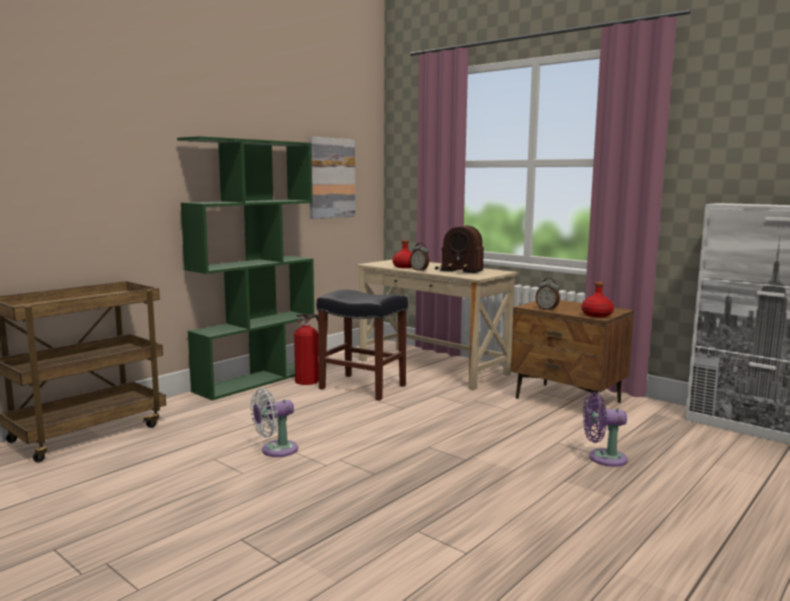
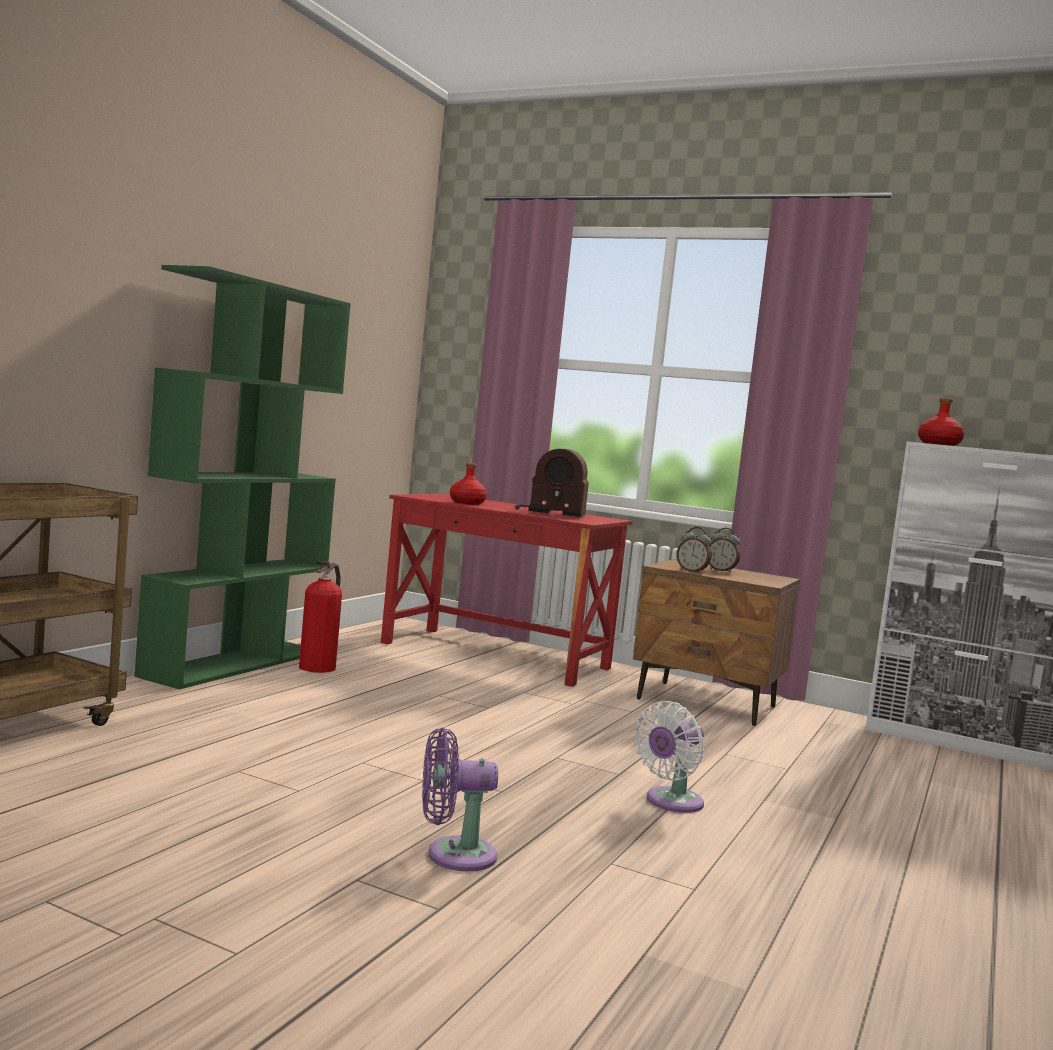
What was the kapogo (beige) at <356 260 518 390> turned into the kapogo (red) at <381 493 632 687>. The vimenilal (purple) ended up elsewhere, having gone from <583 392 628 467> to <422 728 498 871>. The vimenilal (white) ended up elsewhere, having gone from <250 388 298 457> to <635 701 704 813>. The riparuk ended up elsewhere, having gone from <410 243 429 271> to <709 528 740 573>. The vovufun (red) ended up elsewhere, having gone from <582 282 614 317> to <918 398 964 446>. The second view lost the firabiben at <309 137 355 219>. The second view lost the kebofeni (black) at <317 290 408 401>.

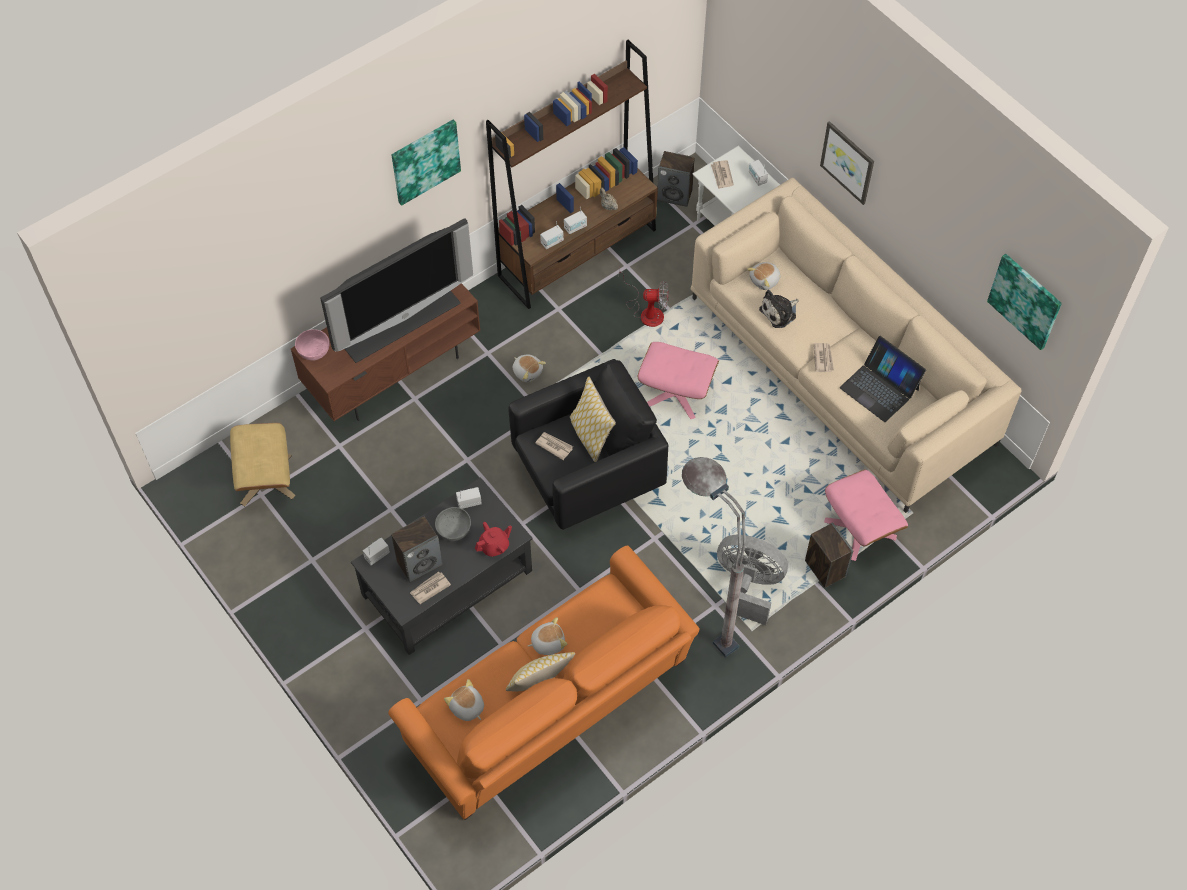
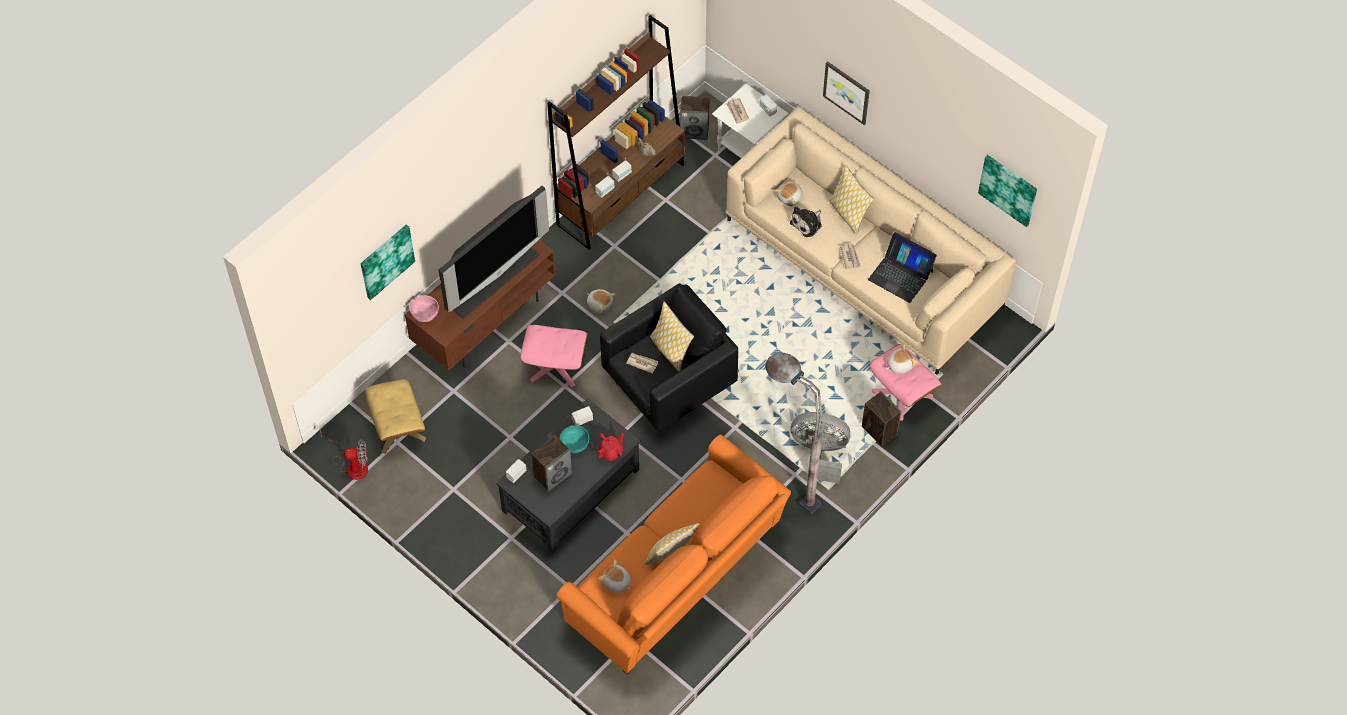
The vimenilal ended up elsewhere, having gone from <619 271 669 327> to <320 429 368 480>. The firabiben ended up elsewhere, having gone from <391 120 461 206> to <360 224 415 300>. The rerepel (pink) ended up elsewhere, having gone from <638 342 719 419> to <520 325 588 388>. What was the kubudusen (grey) at <435 507 471 541> turned into the kubudusen (turquoise) at <559 425 589 453>. The second view gained the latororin at <829 165 874 234>. The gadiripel ended up elsewhere, having gone from <528 617 567 655> to <886 344 917 374>. The second view lost the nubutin at <410 572 451 604>.

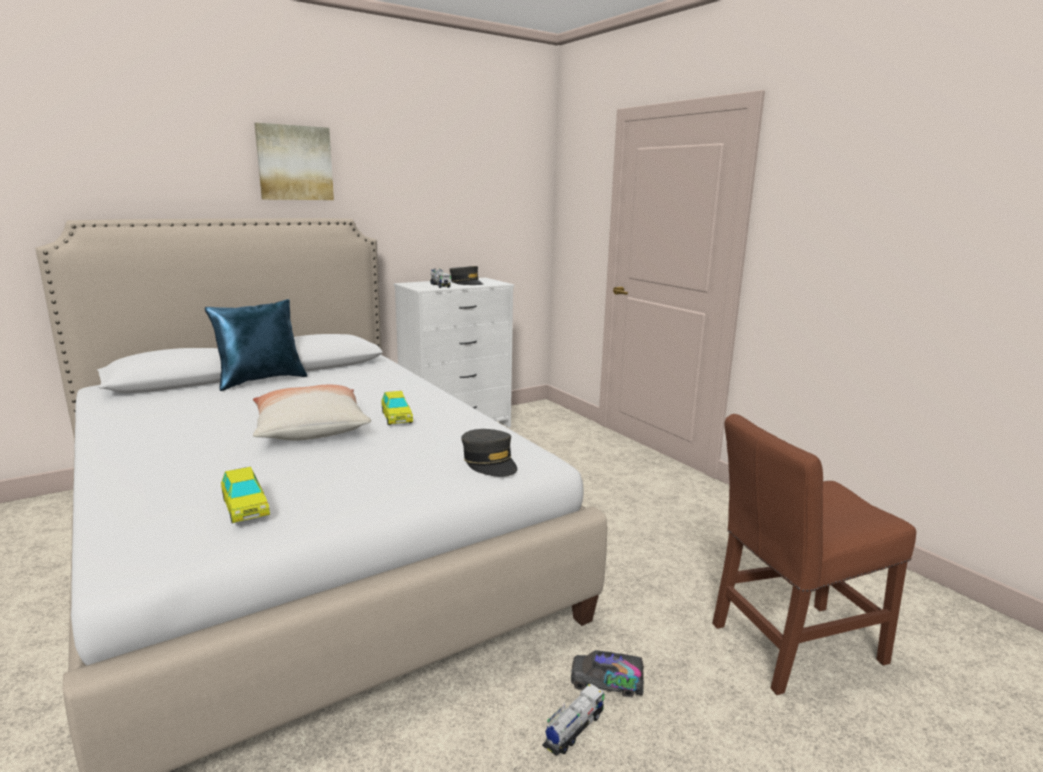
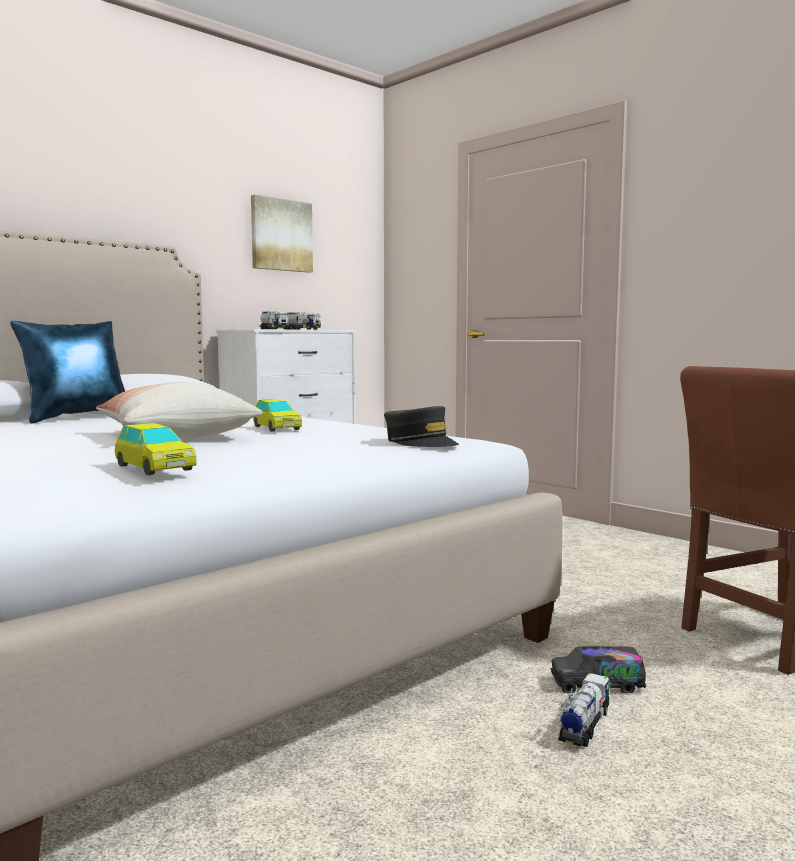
The firabiben ended up elsewhere, having gone from <254 123 334 200> to <251 195 313 273>. Where the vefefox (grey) stood at <449 266 483 285>, the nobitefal came to stand at <286 312 321 330>.

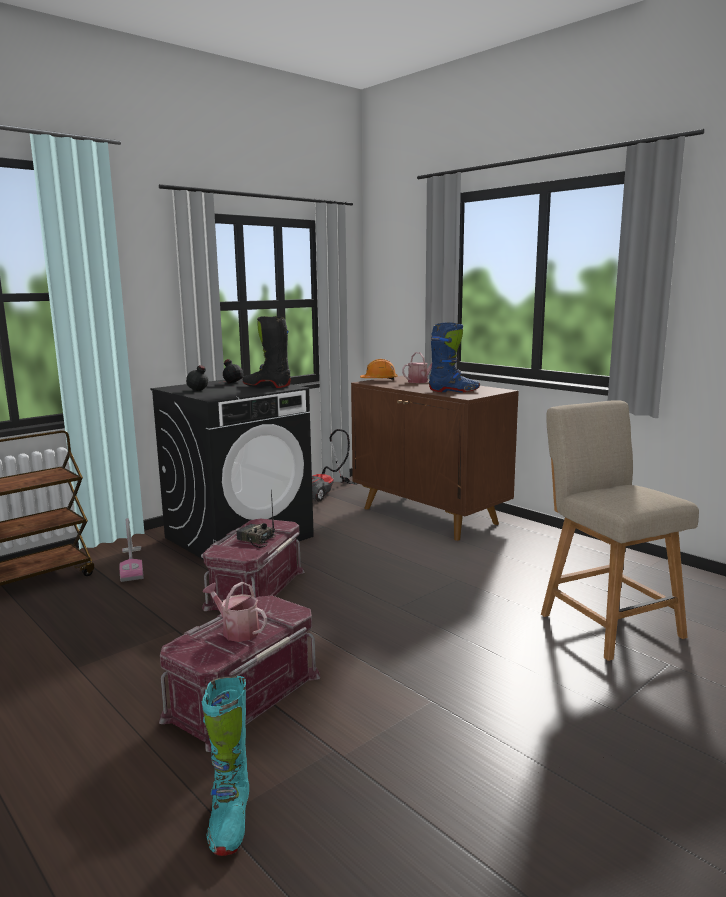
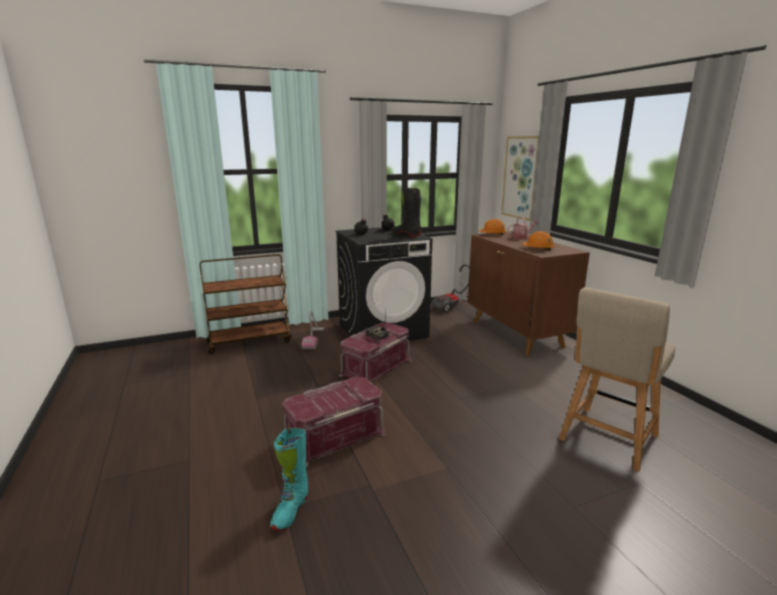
The second view gained the firabiben at <501 136 539 221>. Where the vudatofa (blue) stood at <429 322 480 392>, the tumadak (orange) came to stand at <522 231 555 250>. The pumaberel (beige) at <541 400 699 661> ended up facing another way, 135 degrees counterclockwise from before. The second view lost the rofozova at <203 582 267 642>.

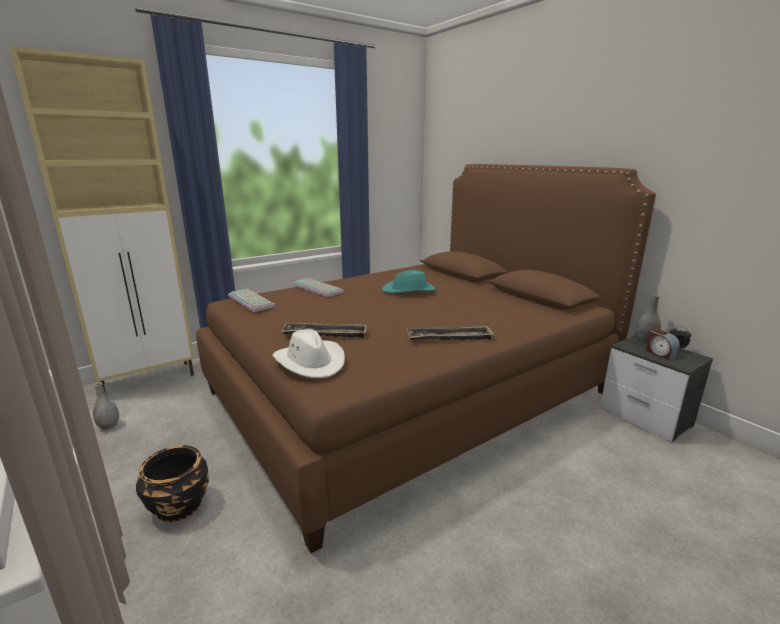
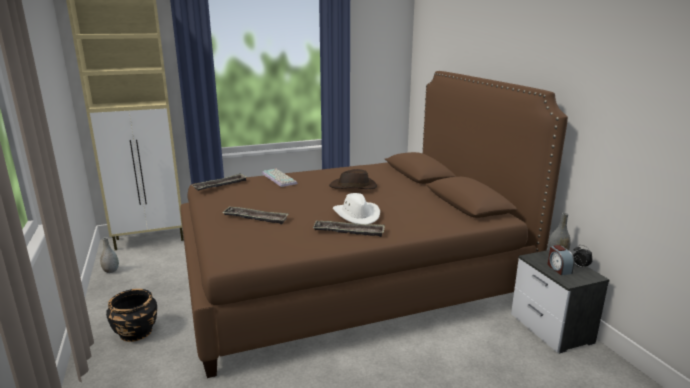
Where the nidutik stood at <228 289 276 312>, the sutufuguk came to stand at <192 173 247 191>. What was the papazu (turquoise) at <382 270 436 293> turned into the papazu (brown) at <329 169 377 189>. The papazu (white) ended up elsewhere, having gone from <273 329 345 378> to <333 193 380 224>.

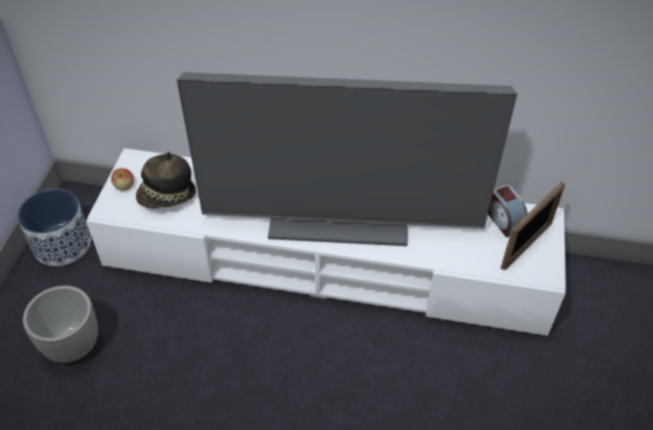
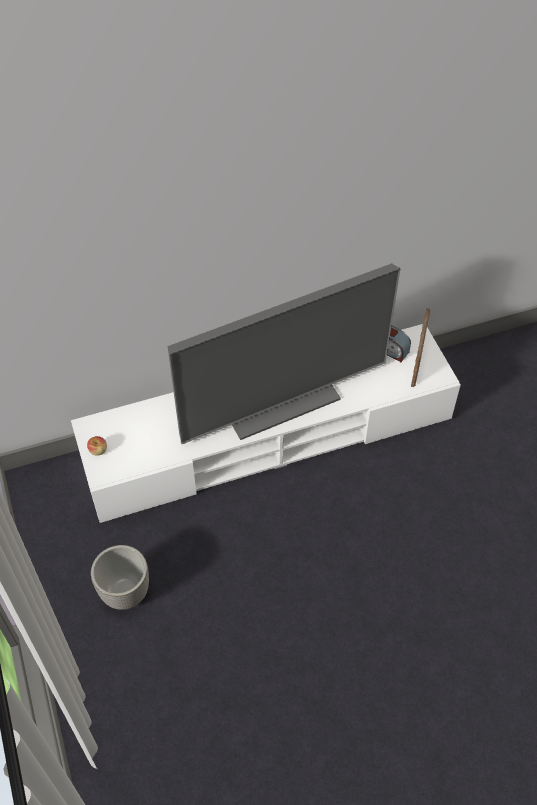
The second view lost the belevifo at <17 189 91 266>. The second view lost the papazu at <136 152 196 209>.

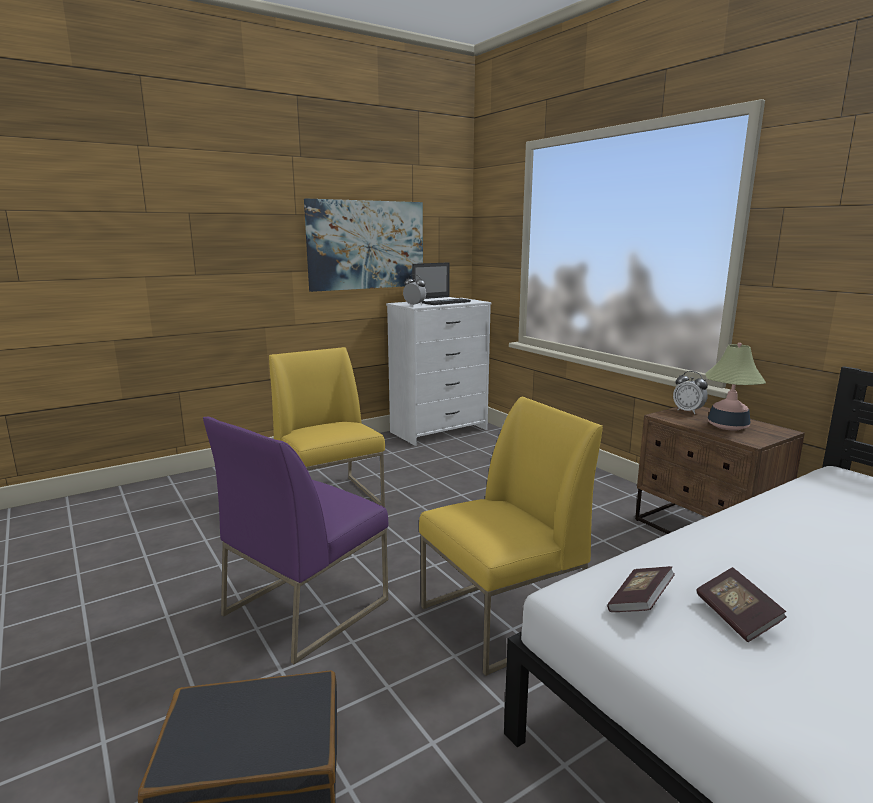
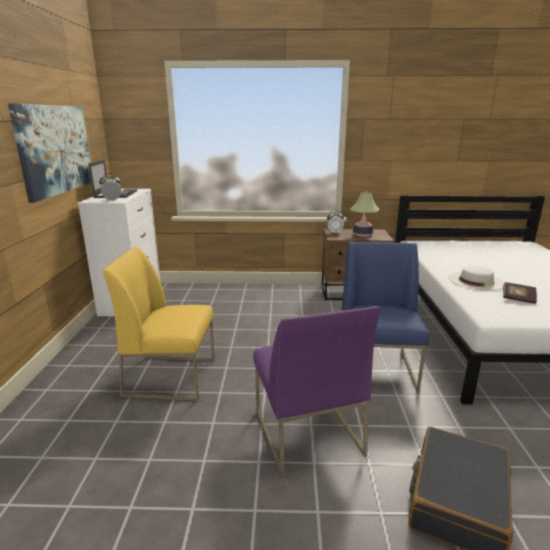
What was the pumaberel (yellow) at <419 397 603 676> turned into the pumaberel (blue) at <342 242 429 393>. The second view gained the papazu (white) at <449 265 504 291>. The second view lost the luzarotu at <607 566 675 612>.

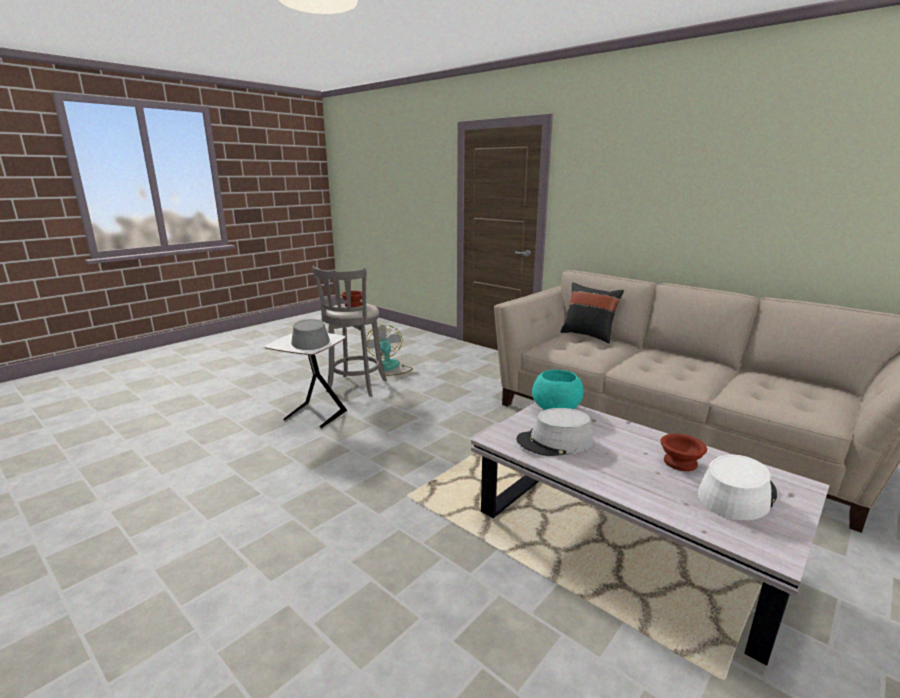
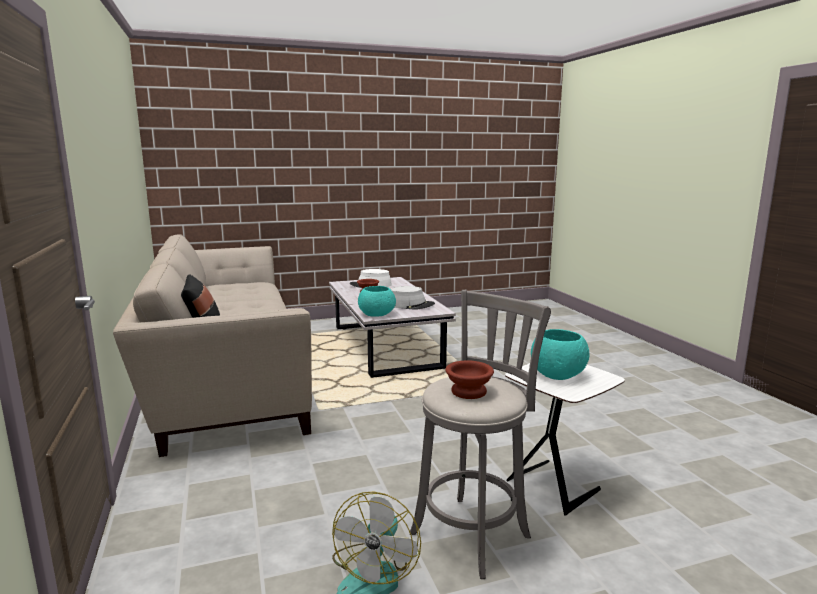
Where the papazu (grey) stood at <291 319 330 350>, the kubudusen (turquoise) came to stand at <531 329 590 380>.

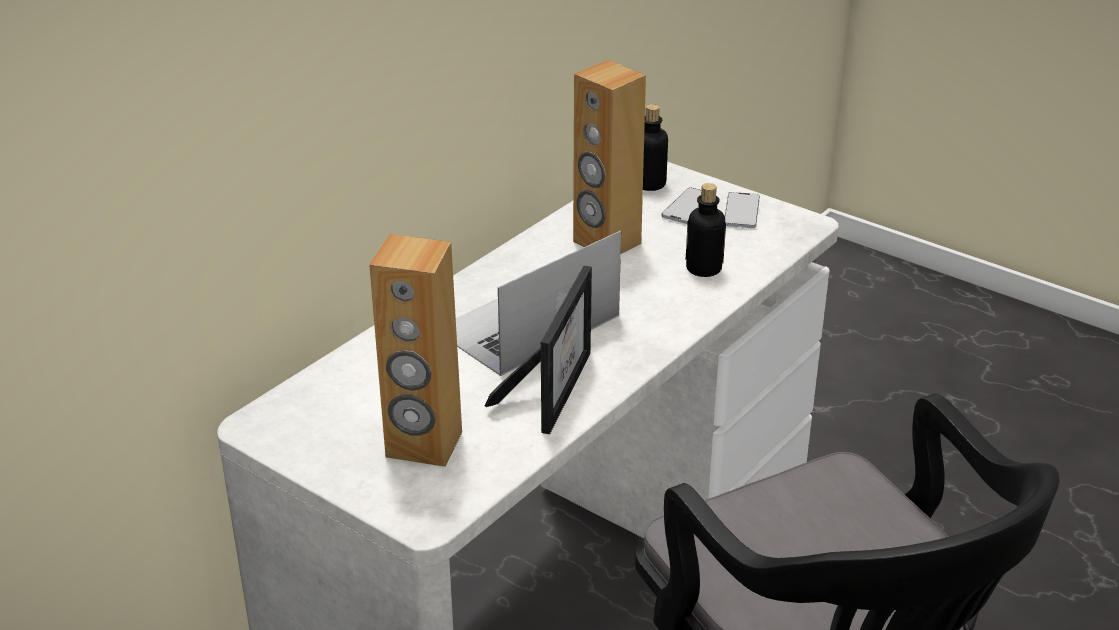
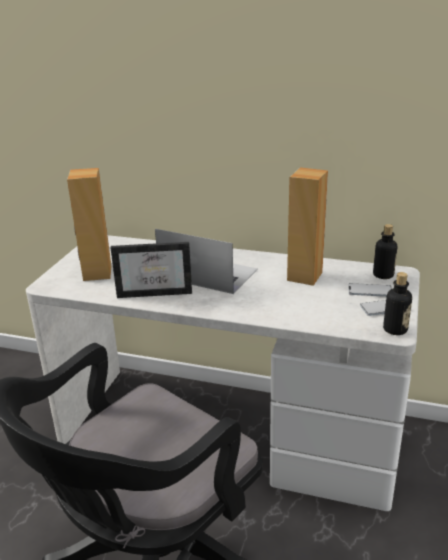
The vovufun ended up elsewhere, having gone from <686 183 726 277> to <383 272 412 335>.

